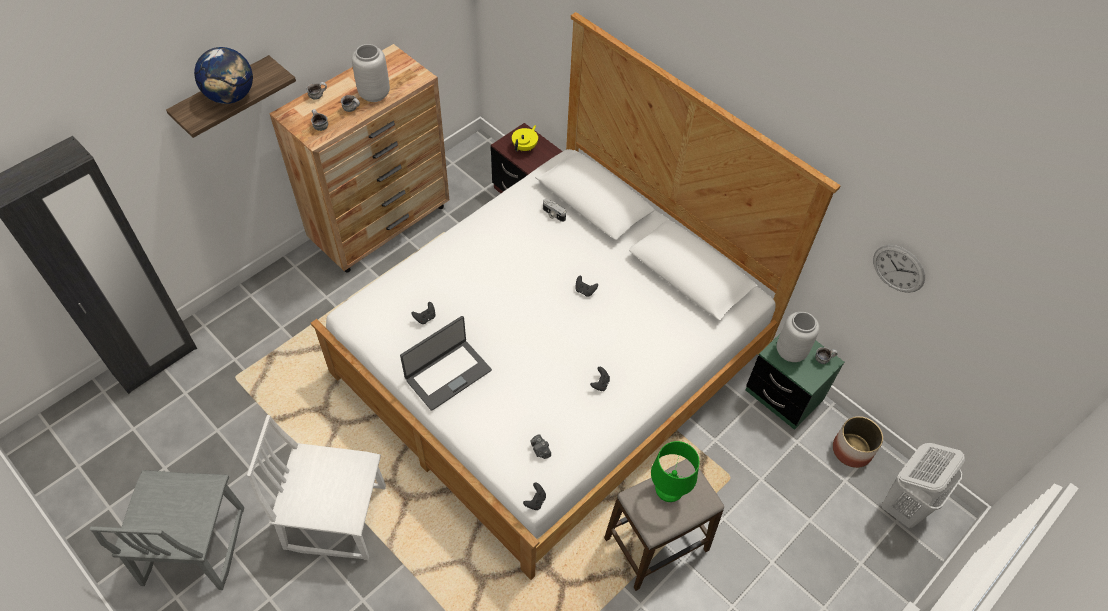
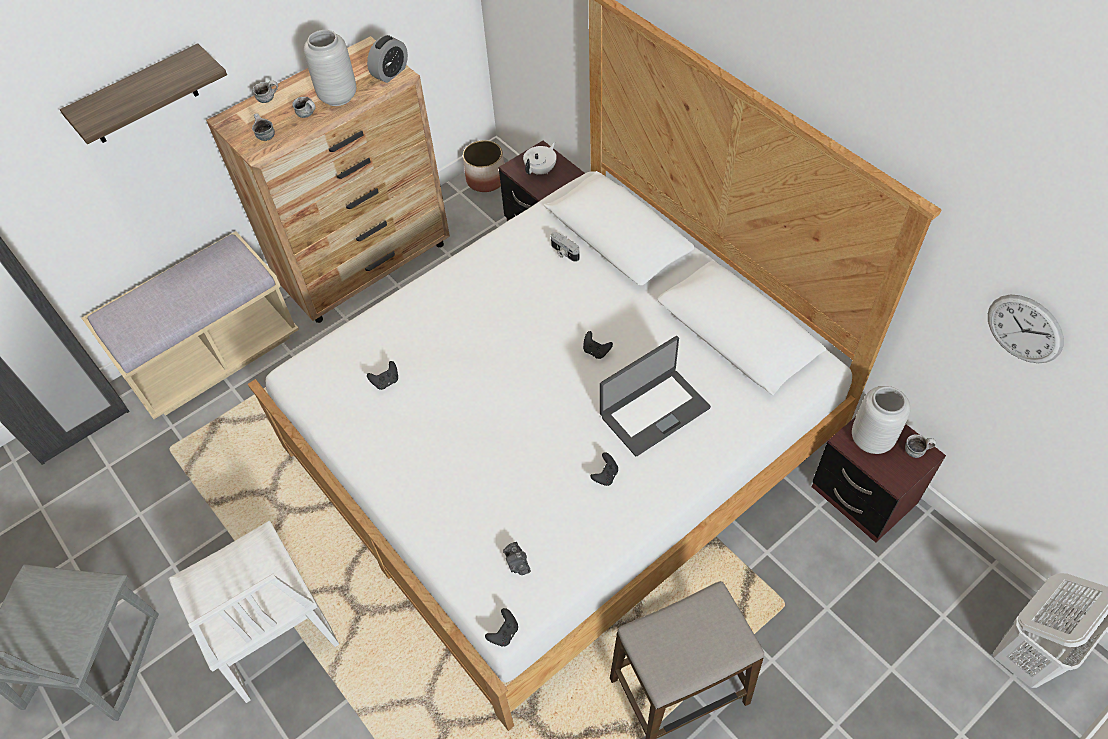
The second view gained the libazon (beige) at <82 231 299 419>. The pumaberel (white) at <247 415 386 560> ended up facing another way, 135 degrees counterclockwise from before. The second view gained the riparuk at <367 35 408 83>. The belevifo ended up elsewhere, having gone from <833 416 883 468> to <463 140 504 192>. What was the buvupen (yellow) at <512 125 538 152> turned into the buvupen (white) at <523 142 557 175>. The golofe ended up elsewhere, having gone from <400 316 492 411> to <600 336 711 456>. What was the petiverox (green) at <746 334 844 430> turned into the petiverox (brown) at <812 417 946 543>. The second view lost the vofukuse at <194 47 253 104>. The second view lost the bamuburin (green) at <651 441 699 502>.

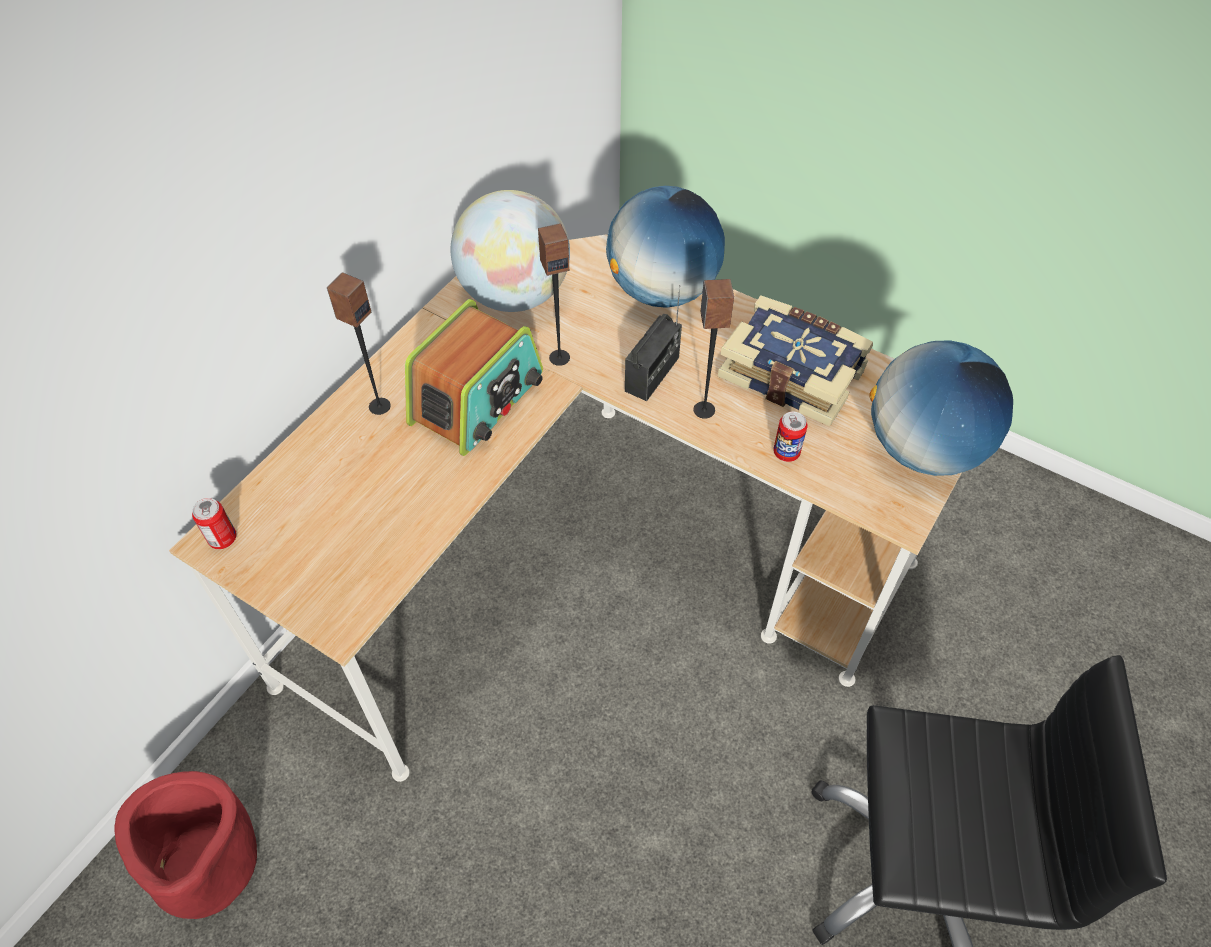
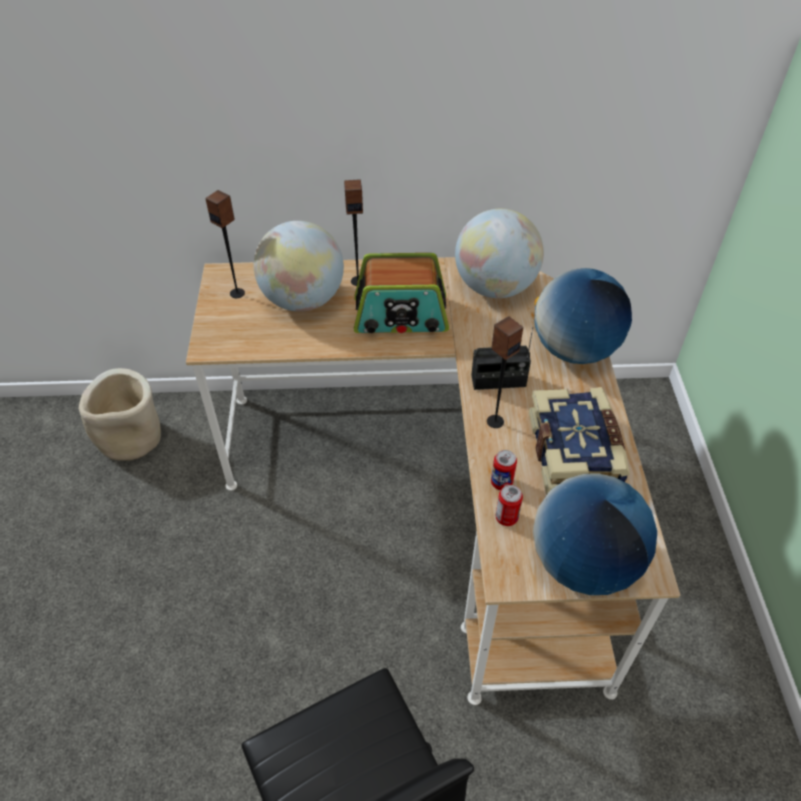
What was the belevifo (red) at <114 771 257 919> turned into the belevifo (beige) at <79 368 161 461>. The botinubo ended up elsewhere, having gone from <538 223 570 366> to <205 190 245 298>. The second view gained the vofukuse at <254 221 344 312>. The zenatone ended up elsewhere, having gone from <192 498 237 549> to <496 485 523 526>.

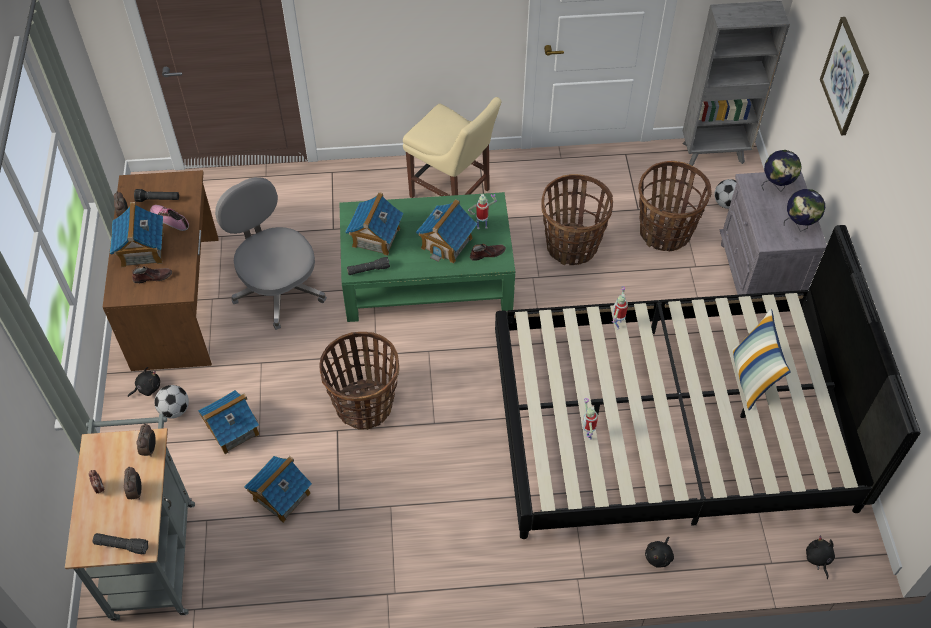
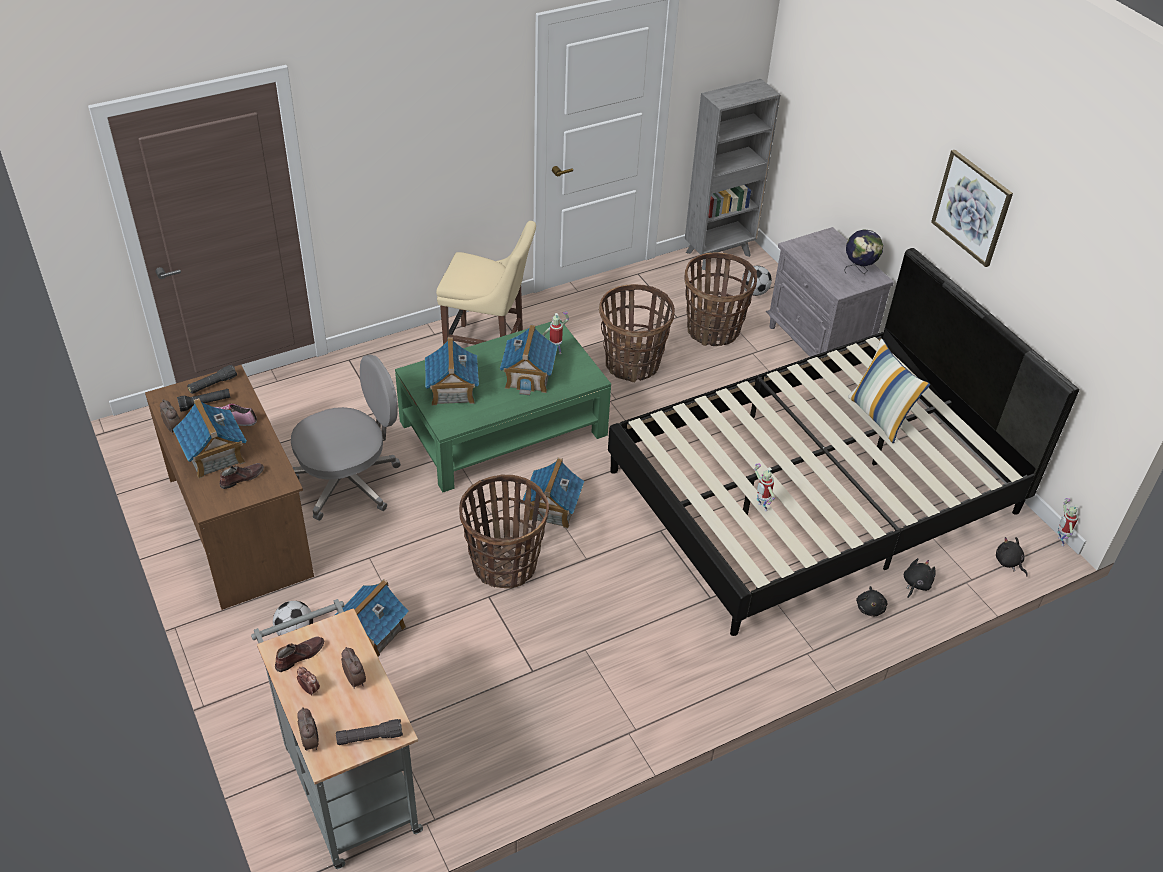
The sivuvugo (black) ended up elsewhere, having gone from <347 257 390 275> to <187 365 237 394>. The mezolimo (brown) ended up elsewhere, having gone from <470 244 506 260> to <275 636 324 672>. The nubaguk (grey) at <215 177 327 330> ended up facing another way, 120 degrees clockwise from before. The riparuk ended up elsewhere, having gone from <136 424 156 457> to <297 707 319 751>. The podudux ended up elsewhere, having gone from <244 456 312 523> to <522 458 584 529>. The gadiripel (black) ended up elsewhere, having gone from <128 367 160 397> to <904 558 935 598>. The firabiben ended up elsewhere, having gone from <820 17 869 135> to <931 150 1013 267>. The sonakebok ended up elsewhere, having gone from <612 287 628 329> to <1057 498 1078 546>. The second view lost the vofukuse at <762 150 802 192>.

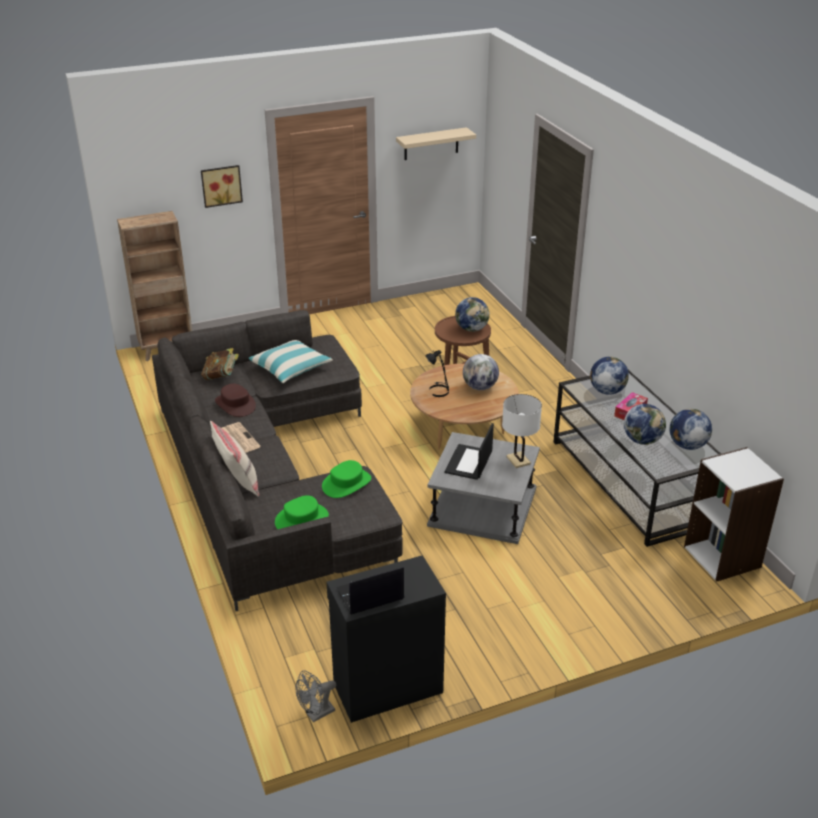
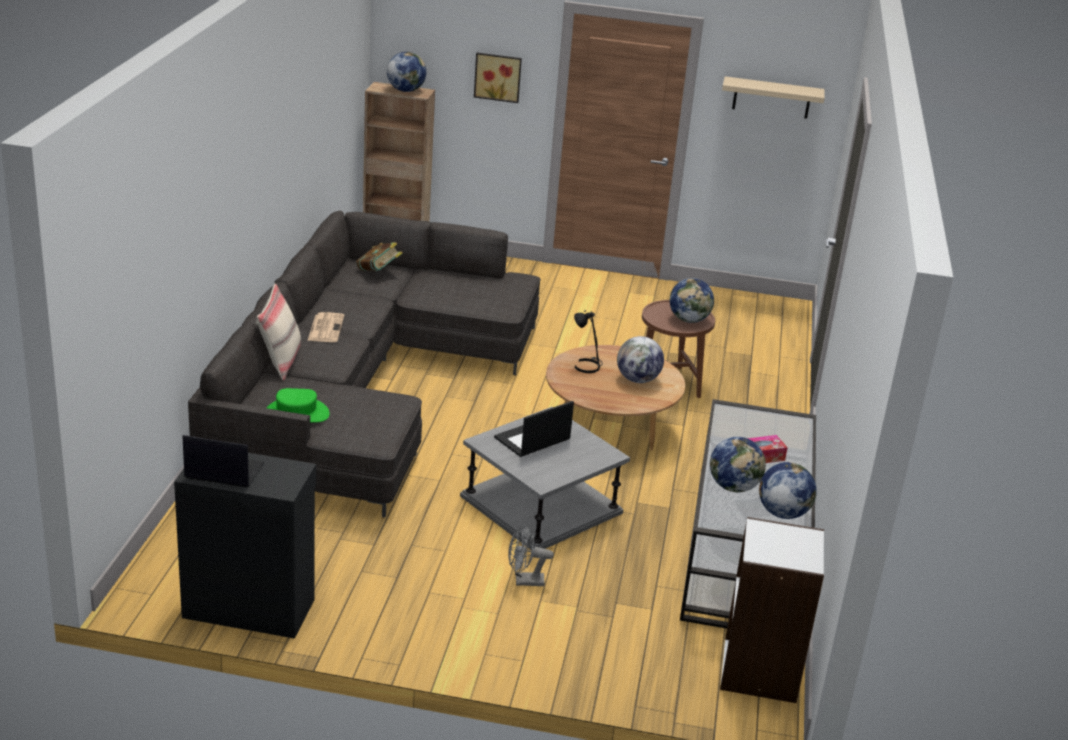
The vofukuse ended up elsewhere, having gone from <590 357 629 395> to <387 52 426 92>. The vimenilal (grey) ended up elsewhere, having gone from <295 670 336 722> to <508 525 554 586>. The second view lost the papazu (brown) at <215 384 256 417>. The second view lost the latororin at <249 340 333 383>. The second view lost the papazu (green) at <322 460 371 498>. The second view lost the bamuburin (white) at <502 394 542 468>.

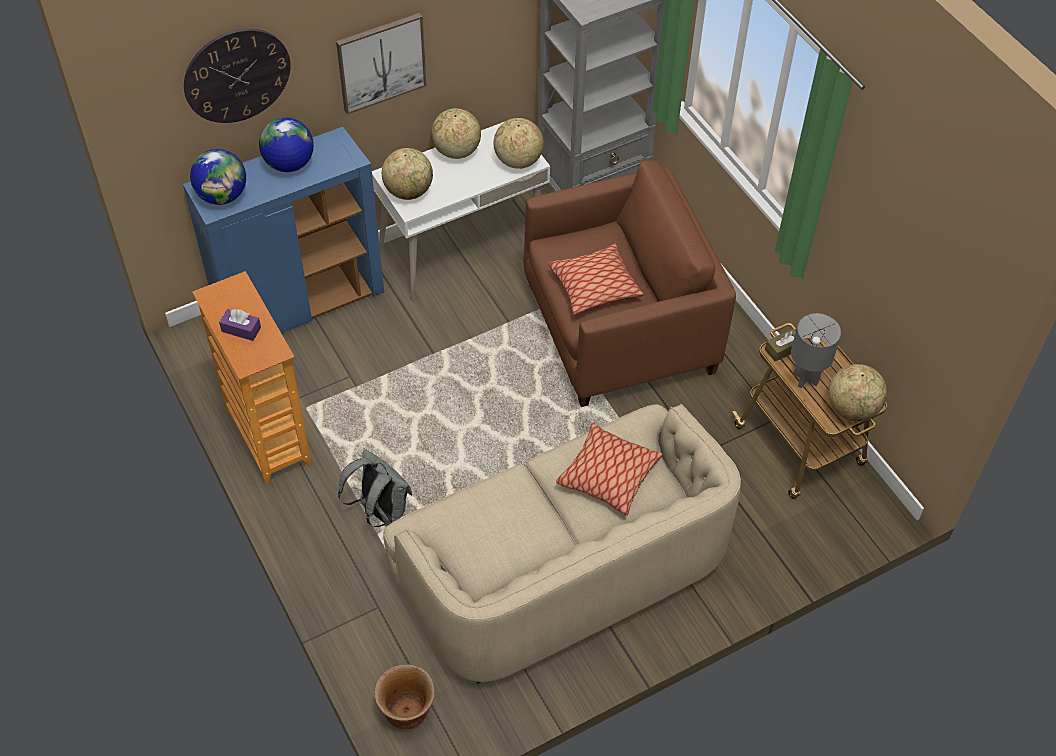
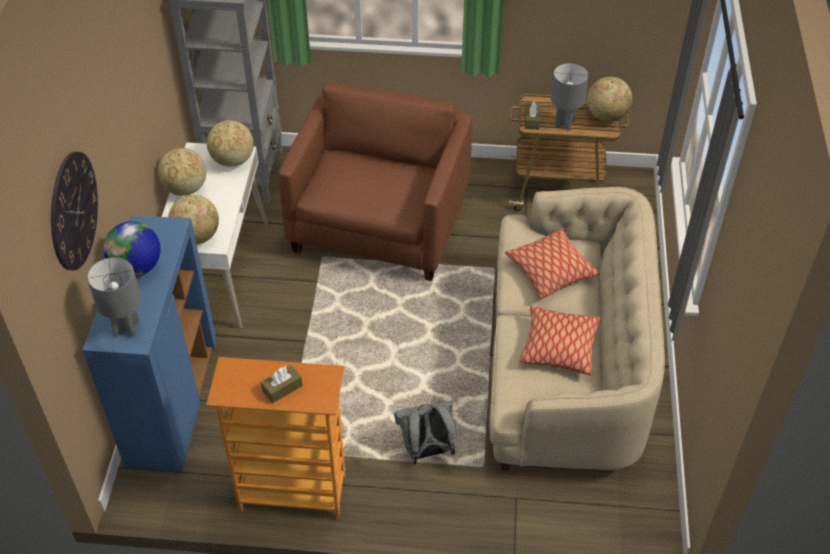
Where the vofukuse stood at <190 149 246 205>, the bamuburin (grey) came to stand at <87 257 141 337>. What was the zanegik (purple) at <219 309 261 341> turned into the zanegik (brown) at <261 365 303 403>. The latororin ended up elsewhere, having gone from <548 244 644 315> to <519 305 601 375>. The second view lost the firabiben at <336 13 427 114>. The second view lost the belevifo (brown) at <374 664 435 730>.

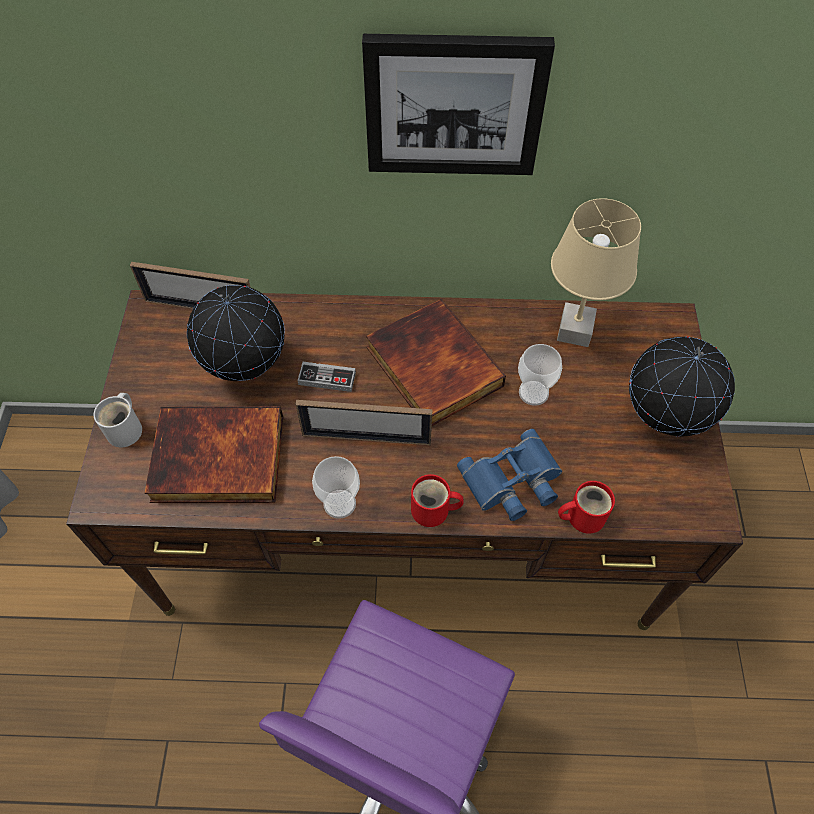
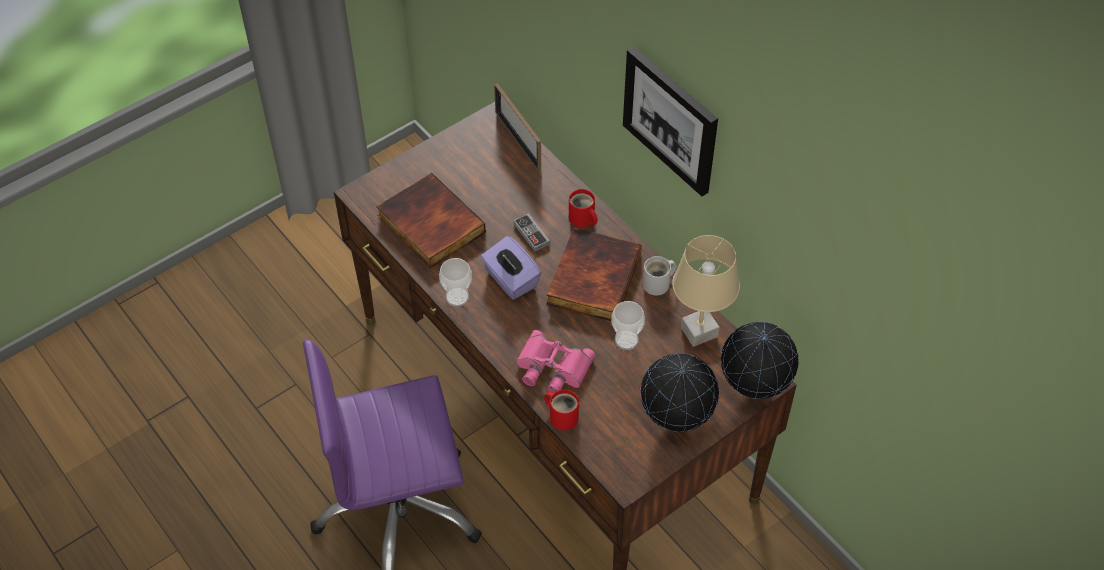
Where the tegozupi stood at <295 400 433 445>, the zanegik (purple) came to stand at <481 236 541 300>. What was the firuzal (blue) at <457 429 562 521> turned into the firuzal (pink) at <516 330 595 393>. The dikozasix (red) ended up elsewhere, having gone from <411 474 463 527> to <569 189 598 227>. The dikozasix (white) ended up elsewhere, having gone from <93 393 142 447> to <643 256 676 296>. The vofukuse ended up elsewhere, having gone from <187 285 285 381> to <721 322 799 399>.

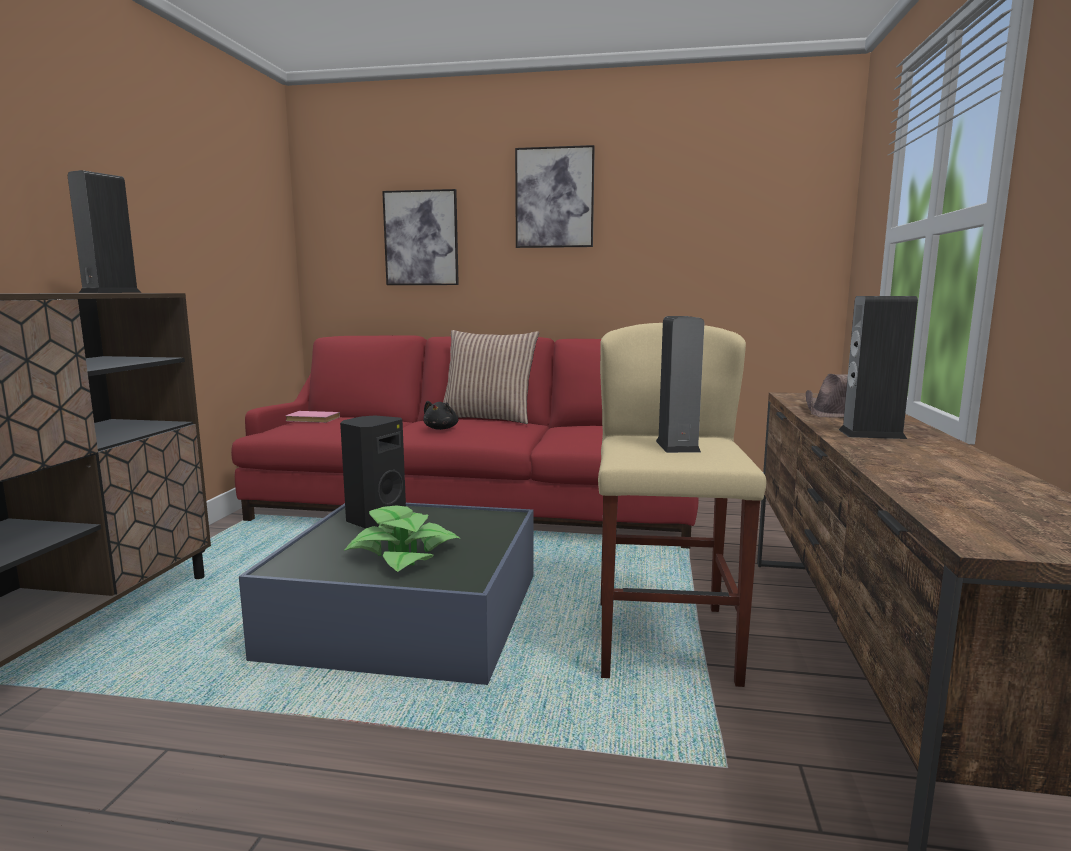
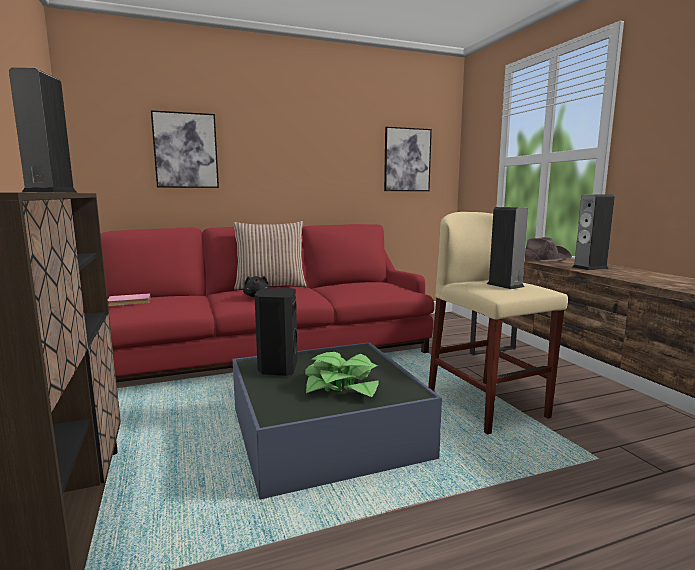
The firabiben ended up elsewhere, having gone from <515 145 595 248> to <384 127 432 191>.

